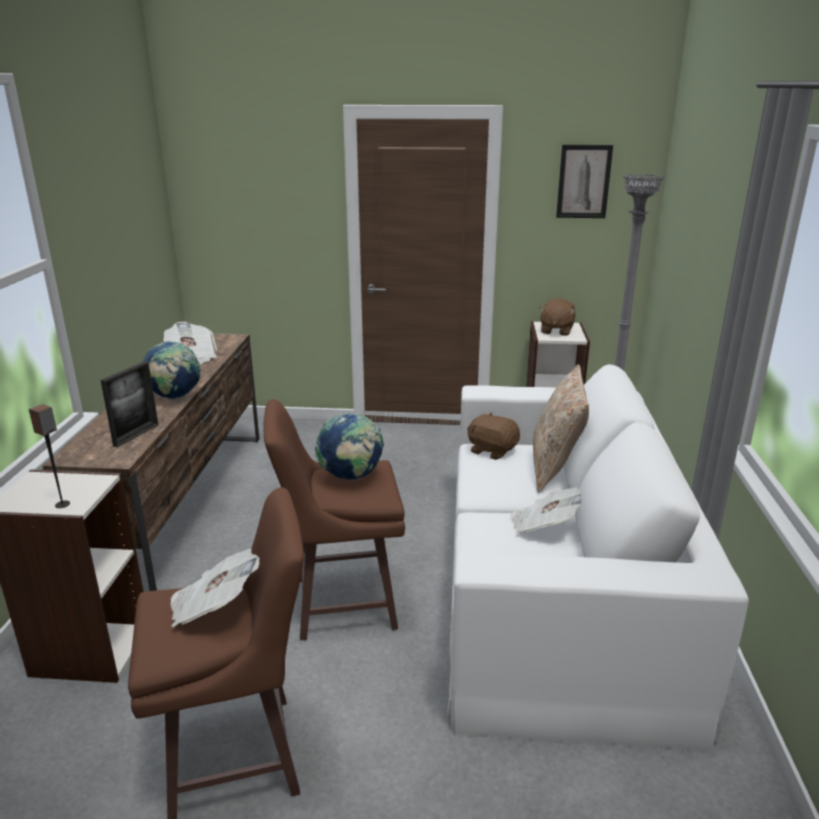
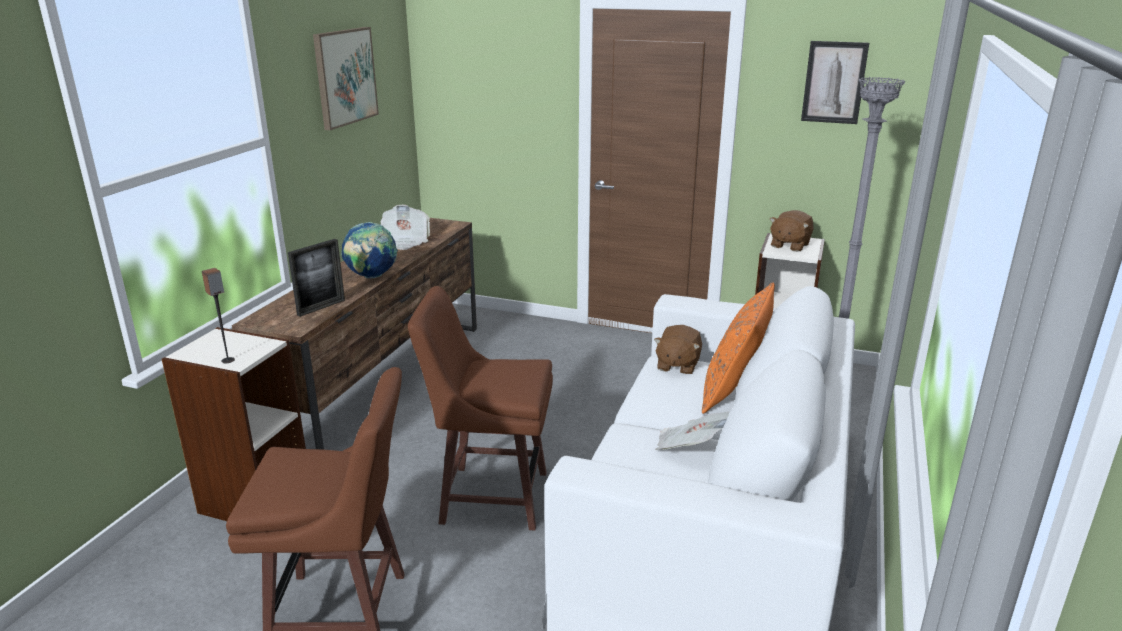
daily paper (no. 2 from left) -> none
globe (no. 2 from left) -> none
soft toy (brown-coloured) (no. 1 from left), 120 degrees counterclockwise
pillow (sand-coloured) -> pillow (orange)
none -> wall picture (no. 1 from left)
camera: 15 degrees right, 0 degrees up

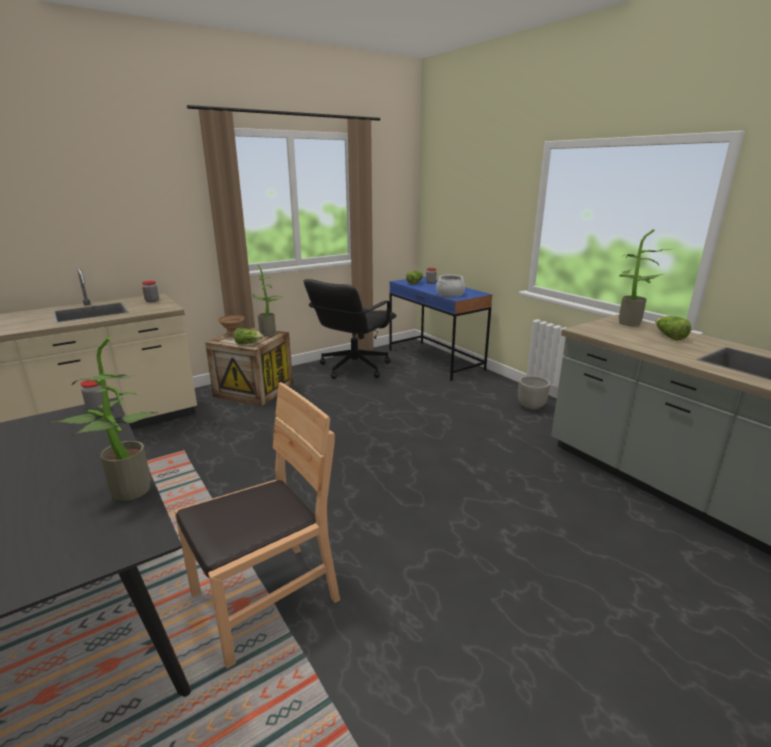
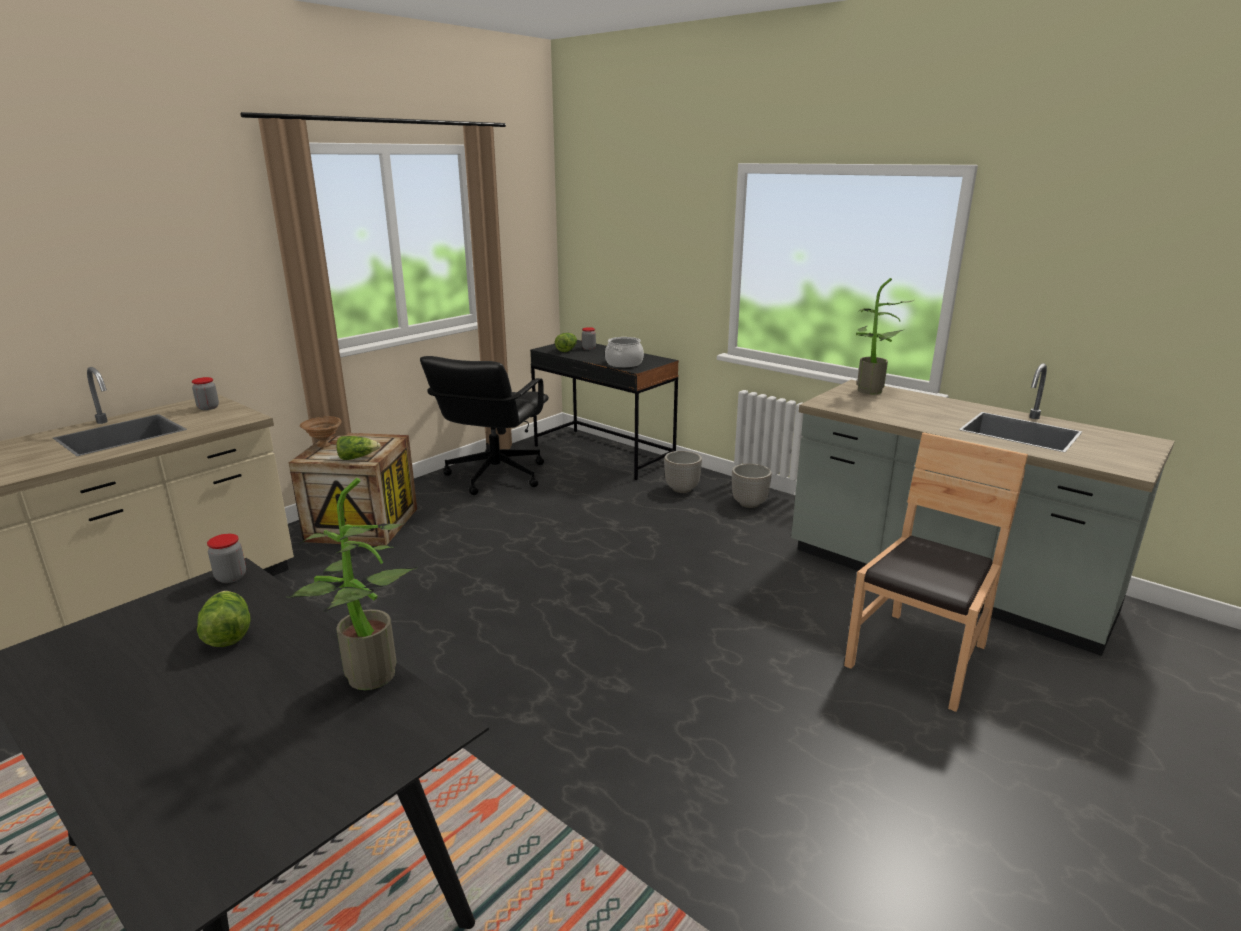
upright chair (brown-coloured), shifted
potted plant (no. 2 from left) -> none
desk unit (blue-coloured) -> desk unit (black)
lettuce head (no. 3 from left in the first image) -> lettuce head (no. 1 from left), shifted
none -> planter (no. 1 from left)
camera: 15 degrees left, 0 degrees up

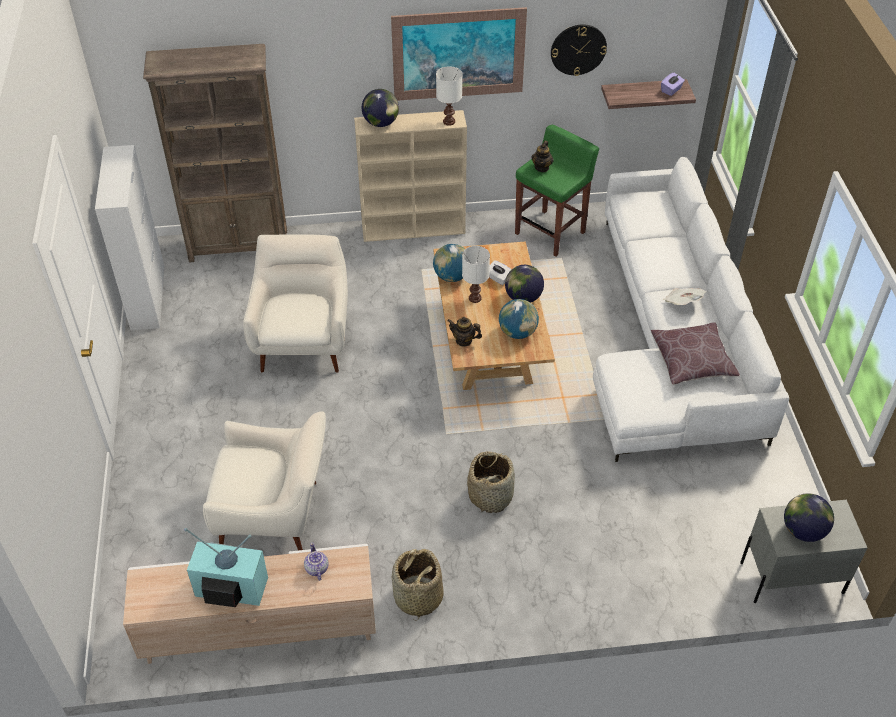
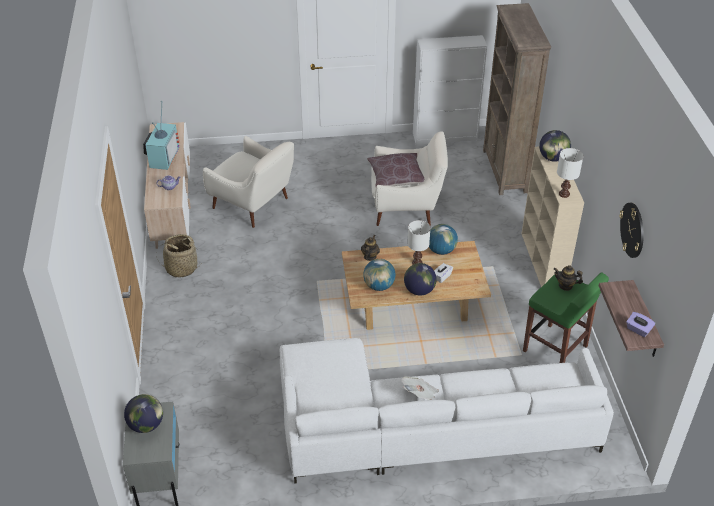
lounge chair (whitish) (no. 1 from left), 60 degrees counterclockwise
wall picture -> none
household basket (no. 2 from left) -> none
pillow (brown-coloured), shifted
camera: 90 degrees right, 5 degrees down

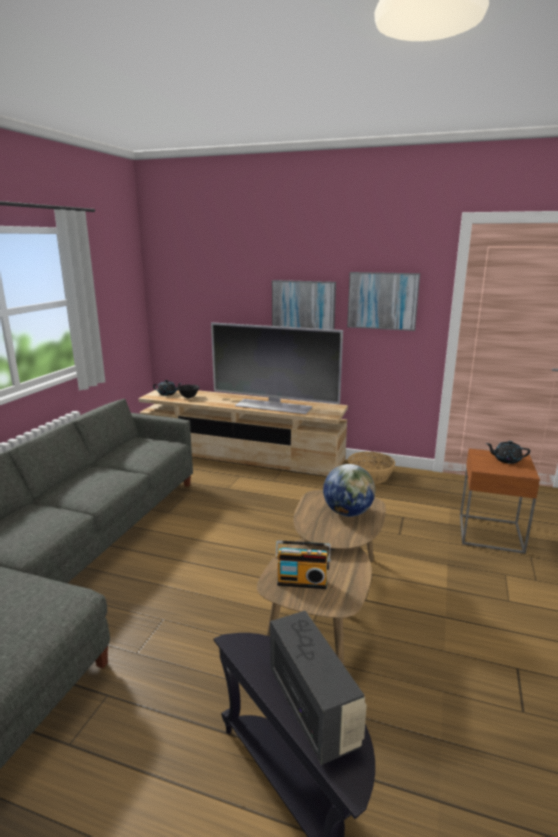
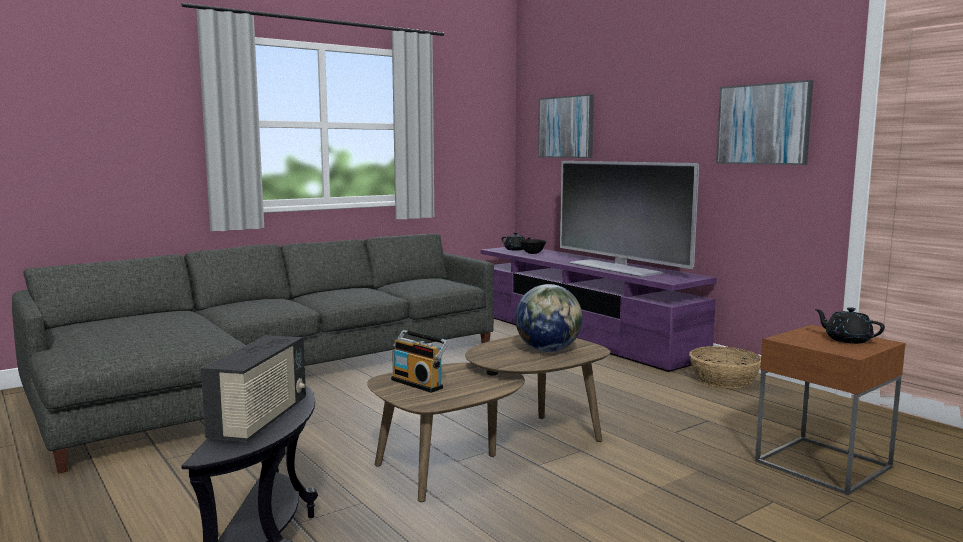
tv unit (sand-coloured) -> tv unit (purple)
wall picture (no. 1 from left), shifted
camera: 35 degrees right, 10 degrees down

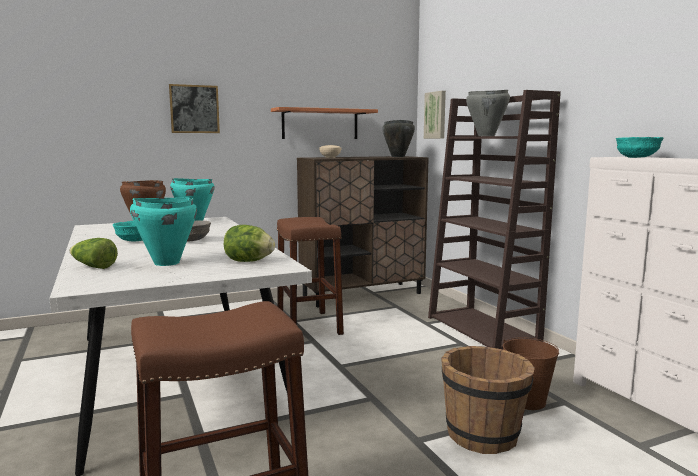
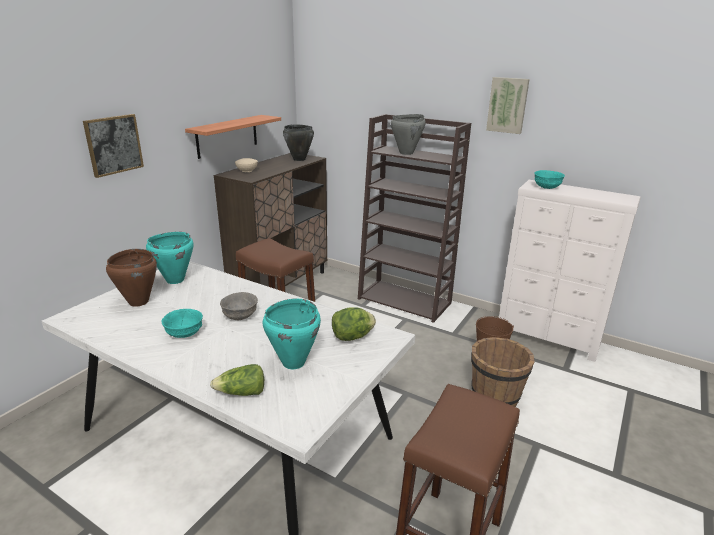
wall picture (no. 2 from left), shifted
camera: 35 degrees left, 15 degrees up

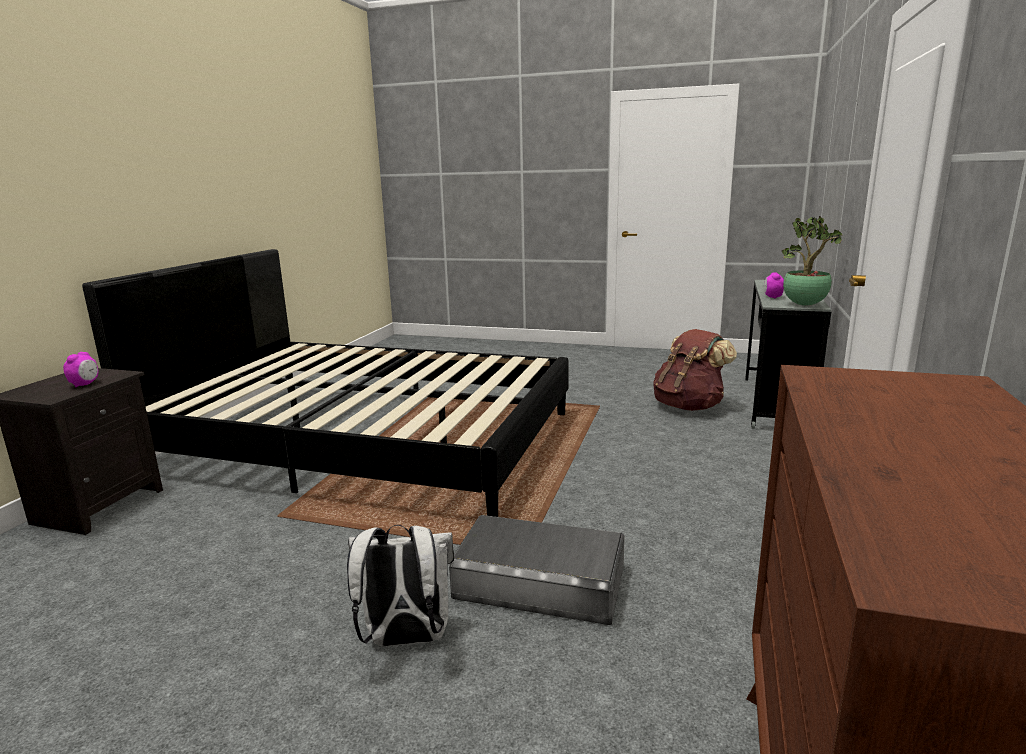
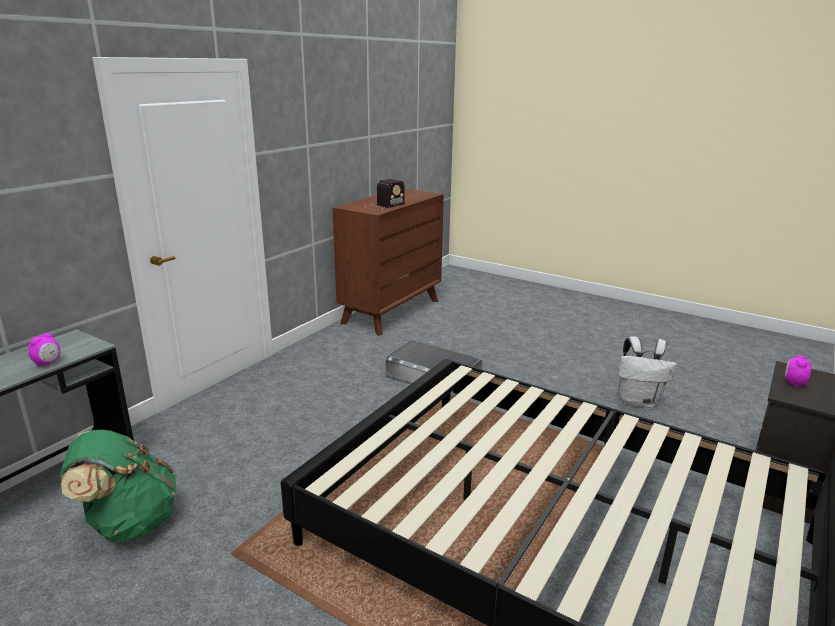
knapsack (whitish), shifted
knapsack (brown-coloured) -> knapsack (green-coloured)
potted plant -> none
none -> radio set
camera: 165 degrees left, 5 degrees up

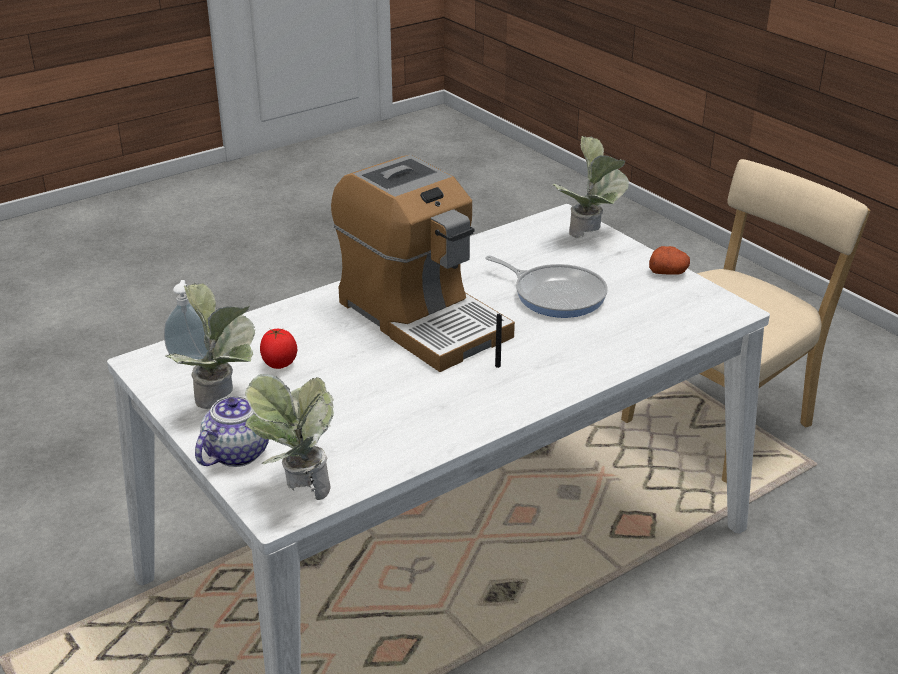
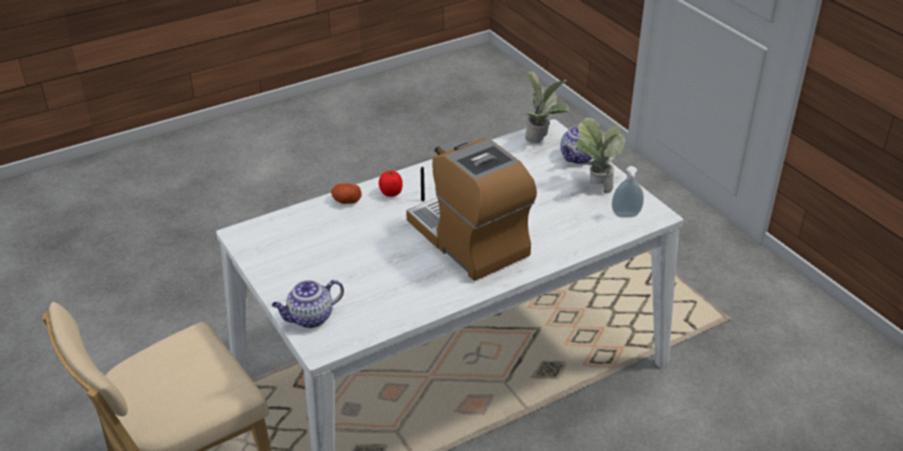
fresh tomato, shifted
pan -> none
potted plant (no. 3 from left) -> tea pot (no. 1 from left)
whole potato, shifted
camera: 175 degrees left, 5 degrees up

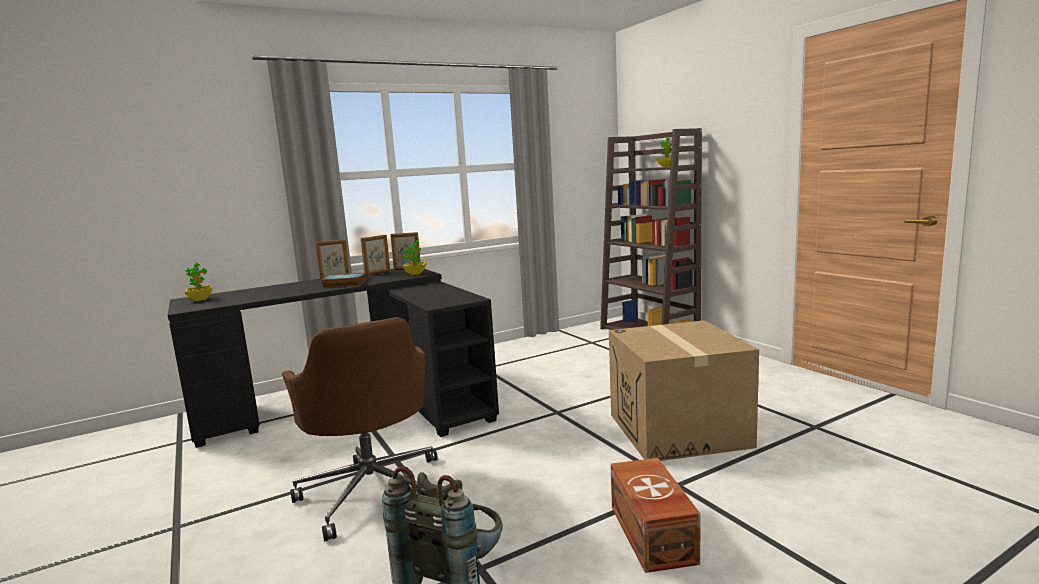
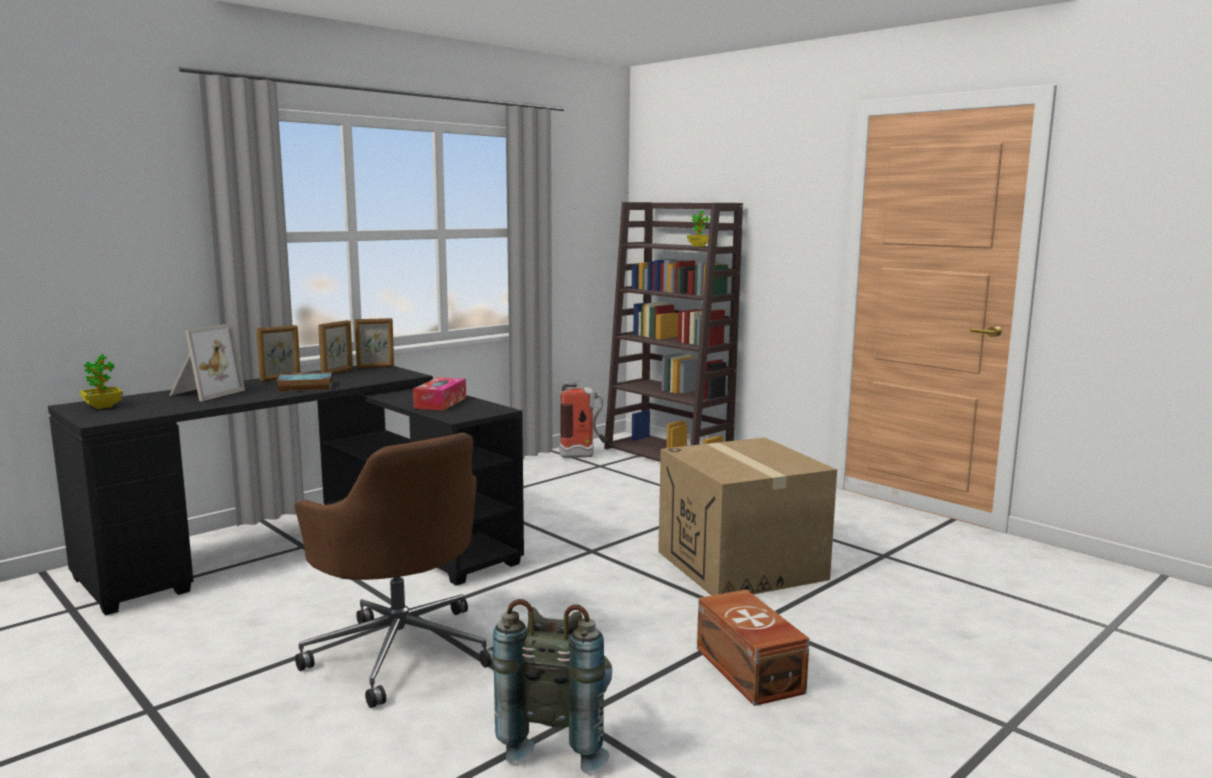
potted plant (no. 2 from left) -> none
none -> standing frame (no. 1 from left)
none -> box of tissues
none -> fire extinguisher
camera: 15 degrees left, 0 degrees up

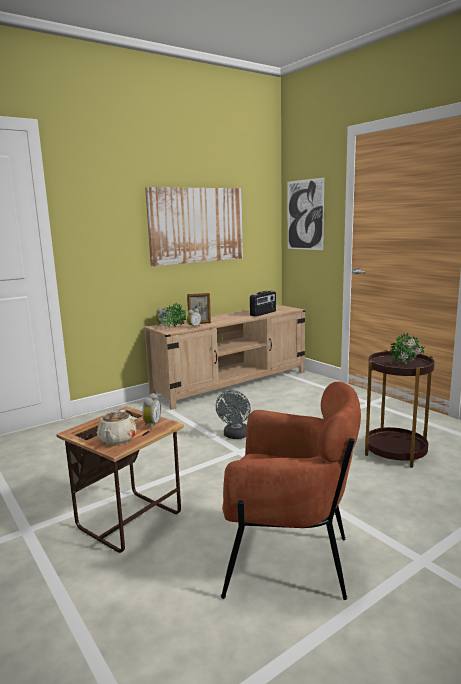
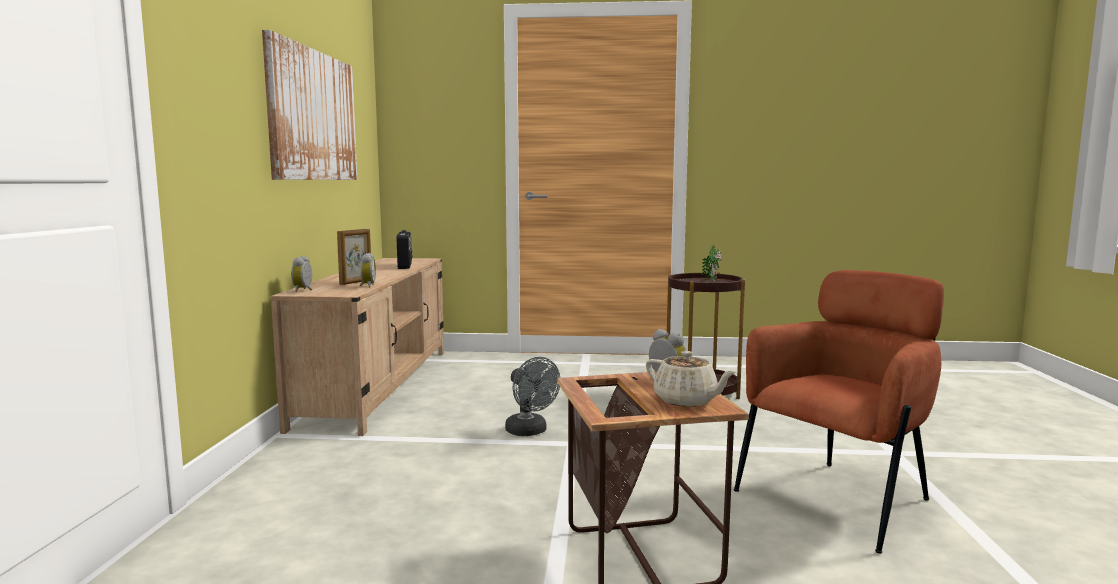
potted plant (no. 1 from left) -> none
wall picture (no. 2 from left) -> none
camera: 50 degrees left, 5 degrees down

